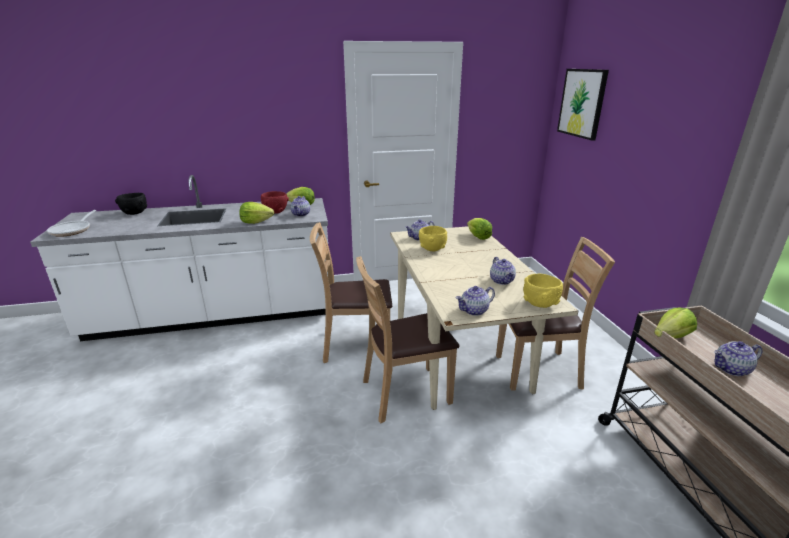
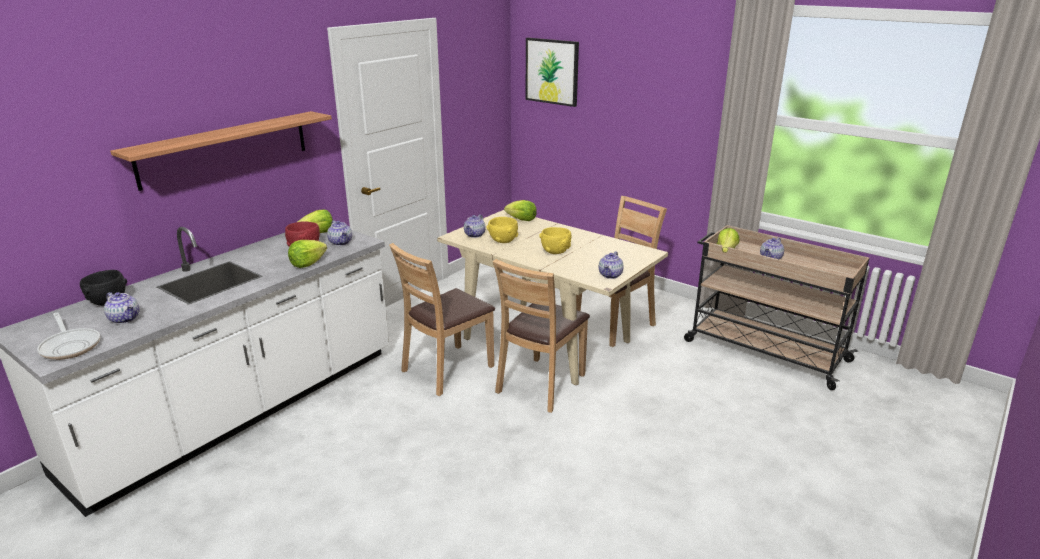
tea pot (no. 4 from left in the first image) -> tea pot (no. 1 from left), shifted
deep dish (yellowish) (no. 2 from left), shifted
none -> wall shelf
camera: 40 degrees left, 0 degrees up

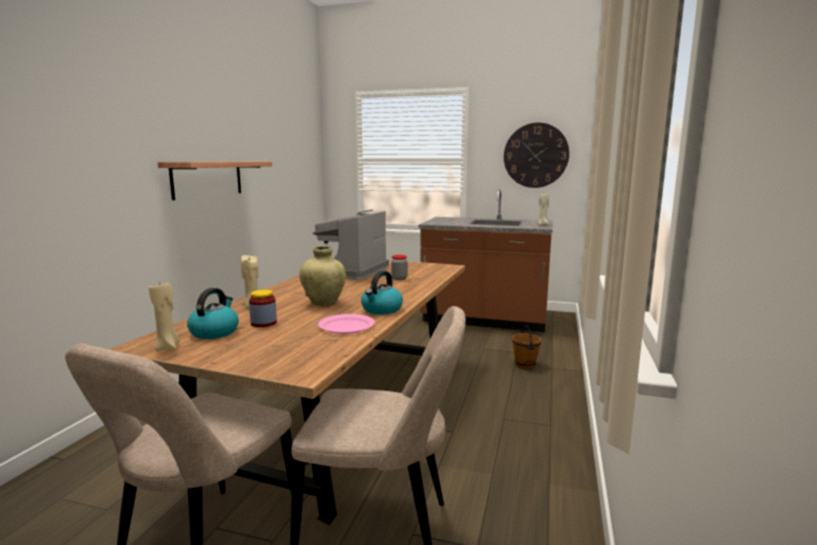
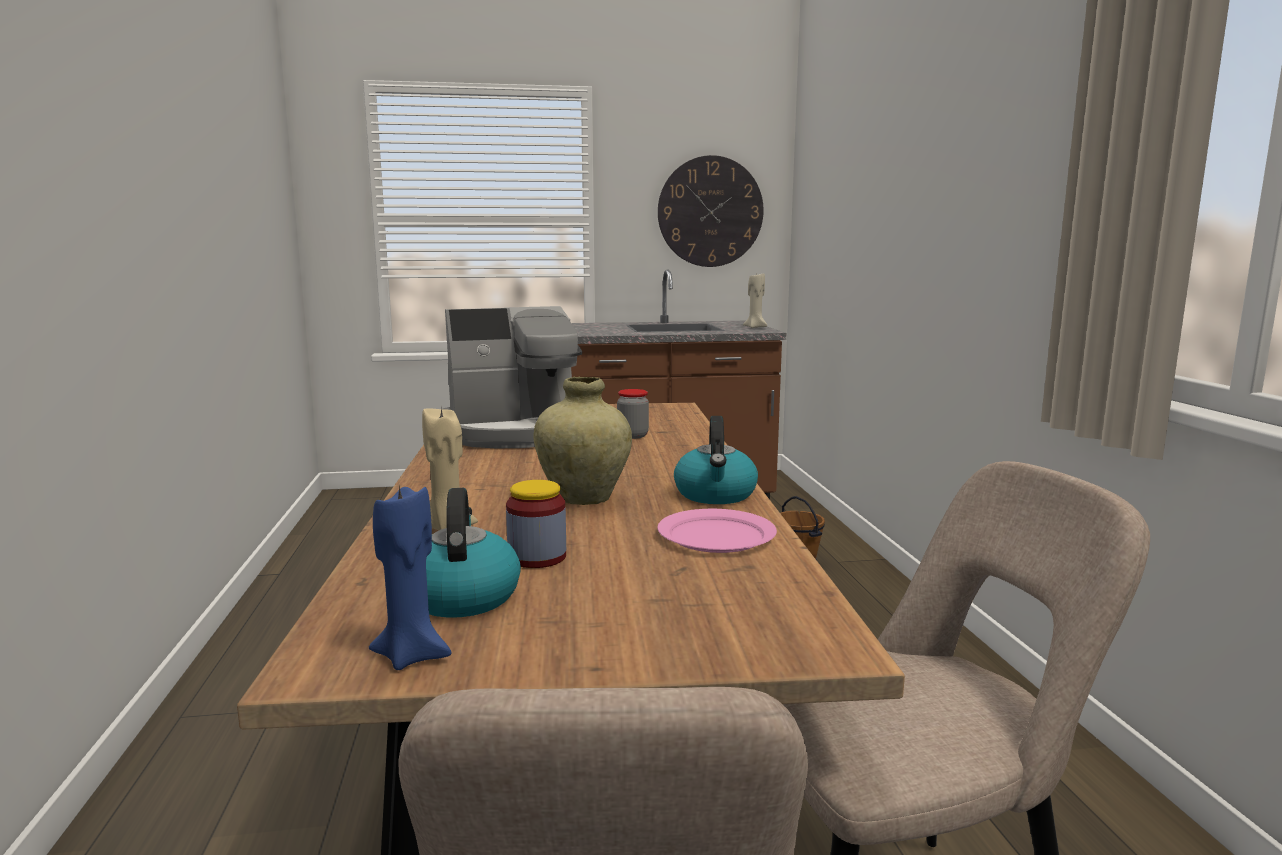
candle (sand-coloured) (no. 1 from left) -> candle (blue-coloured)
wall shelf -> none
coffee machine, 105 degrees counterclockwise
camera: 25 degrees left, 0 degrees up

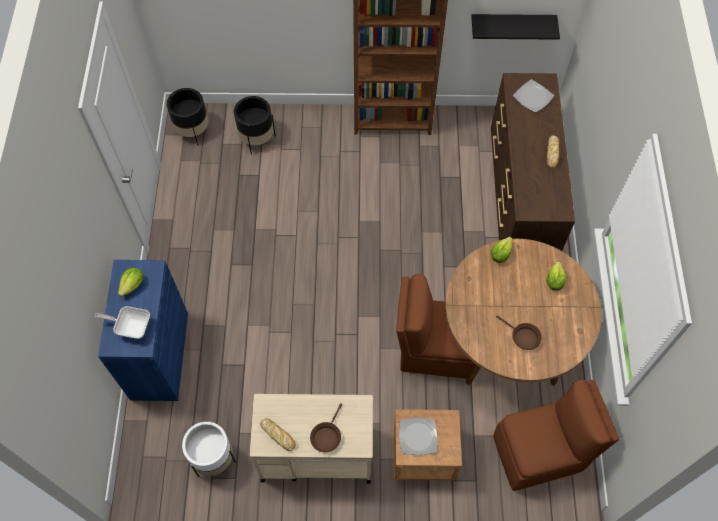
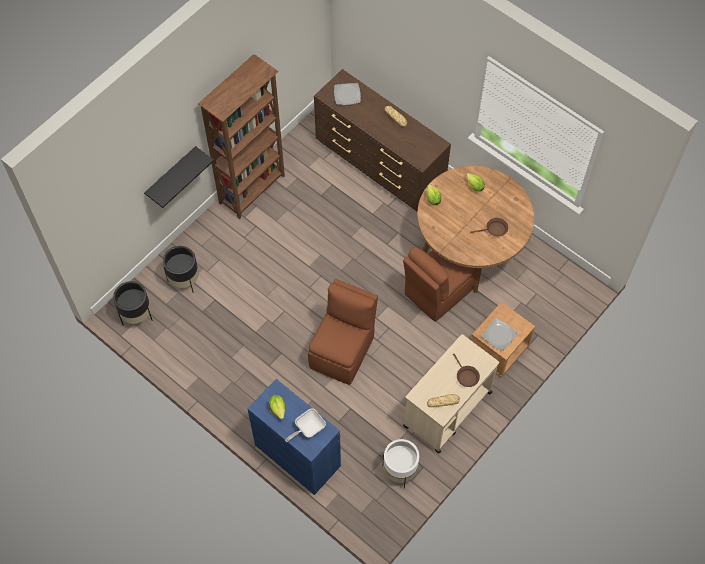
wall shelf (black), shifted
upright chair (brown-coloured) (no. 2 from left in the first image) -> upright chair (brown-coloured) (no. 1 from left), shifted
camera: 50 degrees left, 0 degrees up

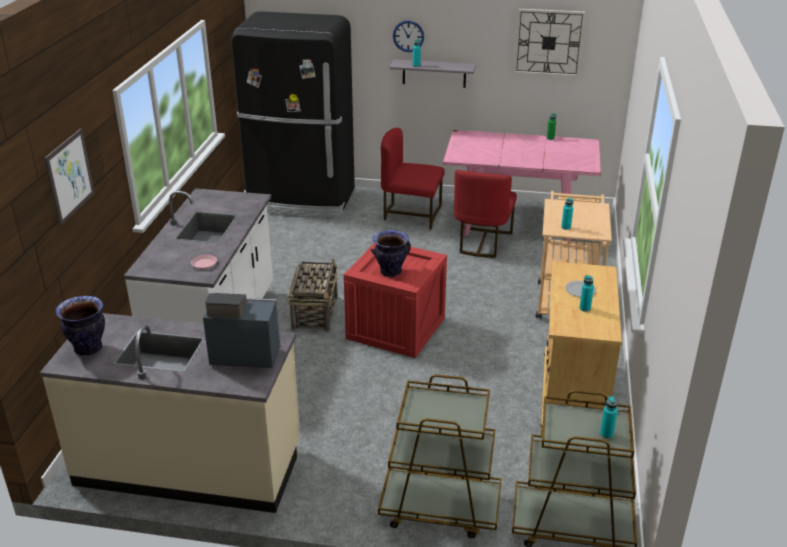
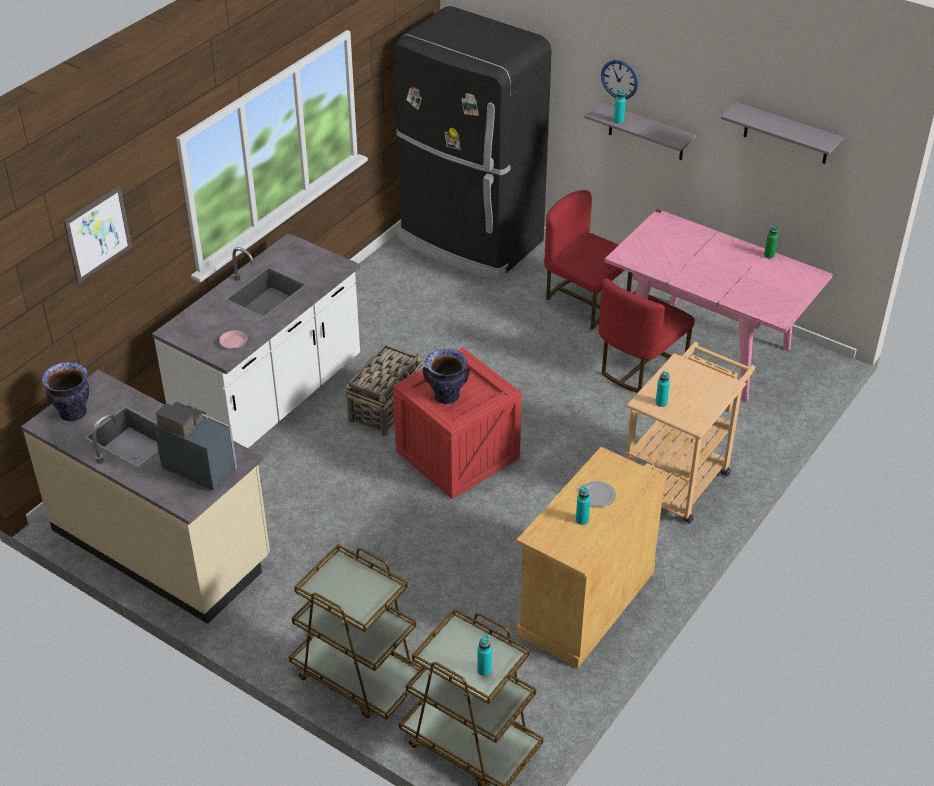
clock on the wall (no. 2 from left) -> wall shelf (gray) (no. 2 from left)
camera: 25 degrees right, 10 degrees up

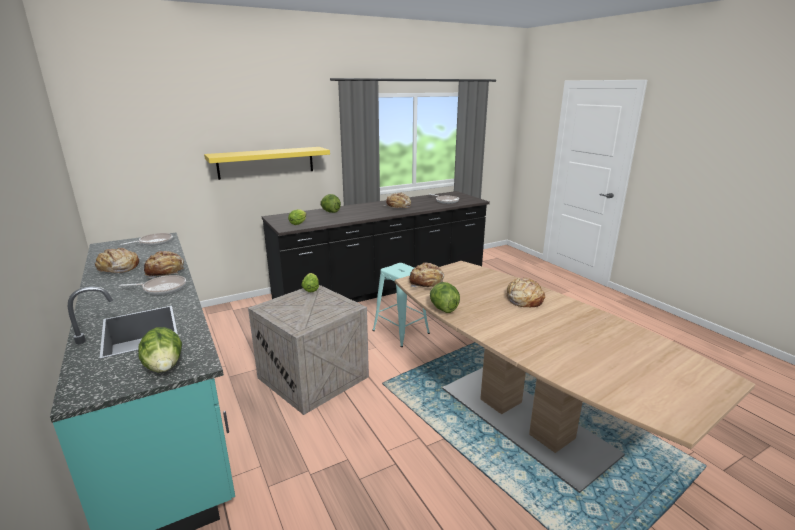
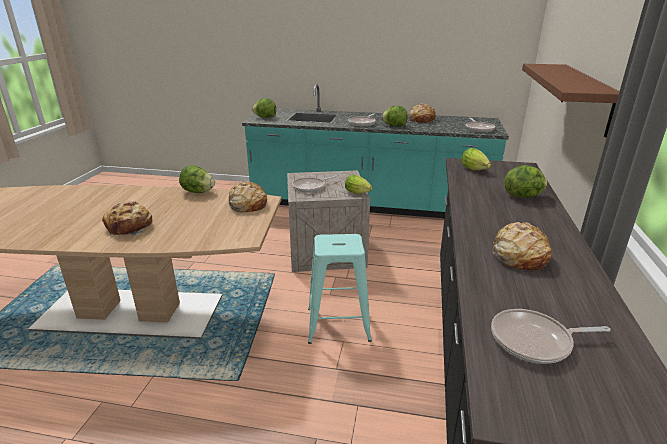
bread (no. 2 from left) -> lettuce head (no. 4 from left)
wall shelf (yellowish) -> wall shelf (brown-coloured)
none -> pan (no. 1 from left)
camera: 130 degrees right, 5 degrees up

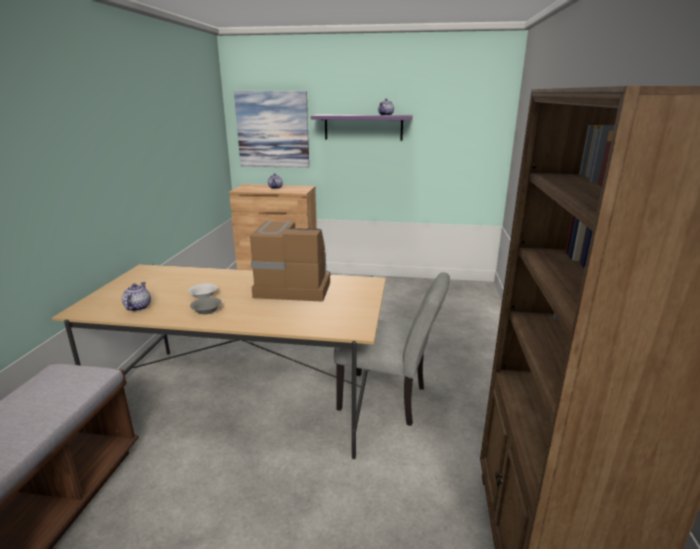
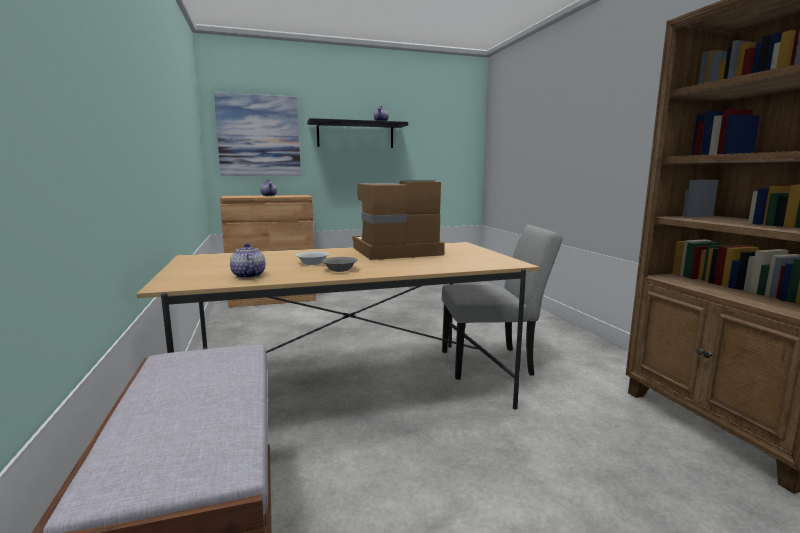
wall shelf (purple) -> wall shelf (black)
camera: 25 degrees left, 10 degrees down

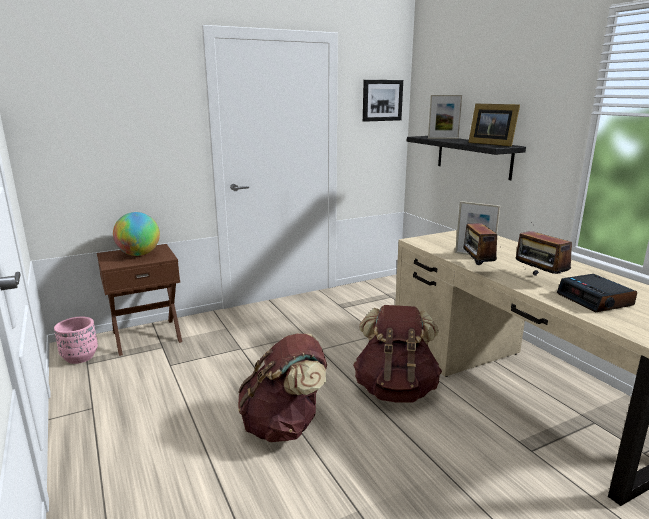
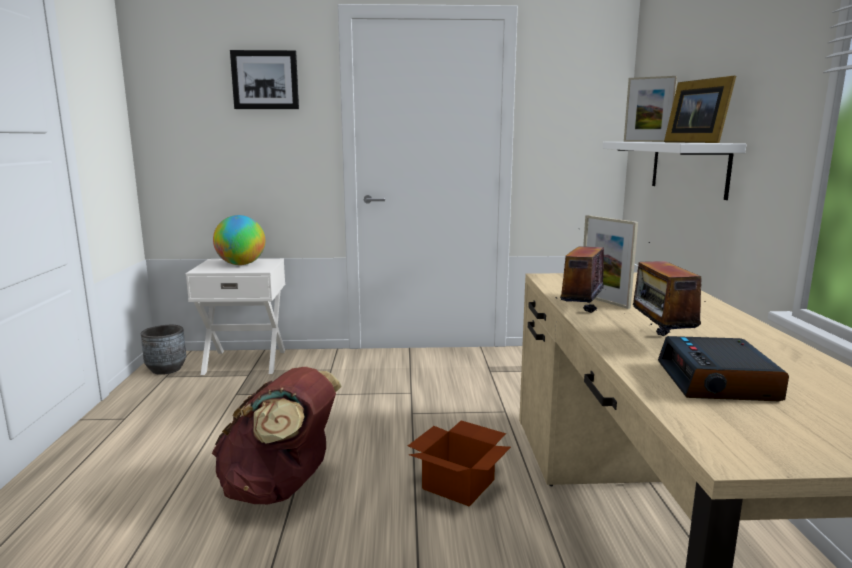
planter (pinkish) -> planter (gray)
bedside table (brown-coloured) -> bedside table (whitish)
knapsack (brown-coloured) (no. 2 from left) -> cardboard box
wall picture, shifted
wall shelf (black) -> wall shelf (whitish)
camera: 25 degrees right, 5 degrees down

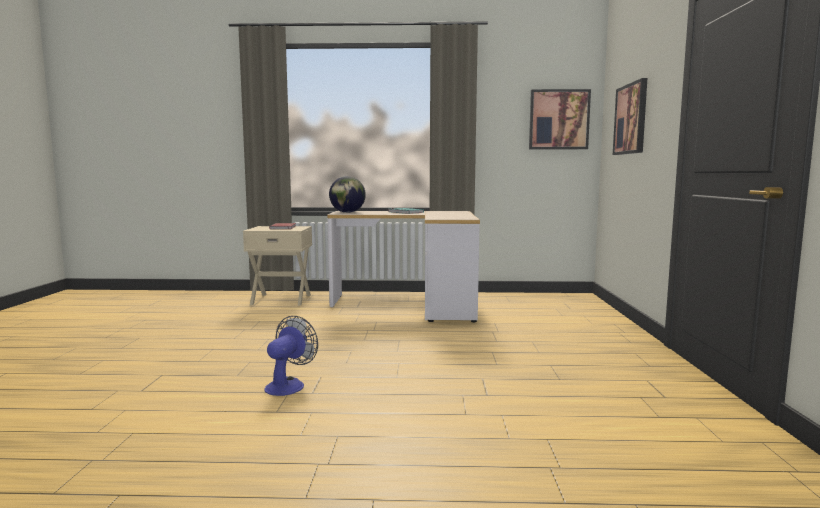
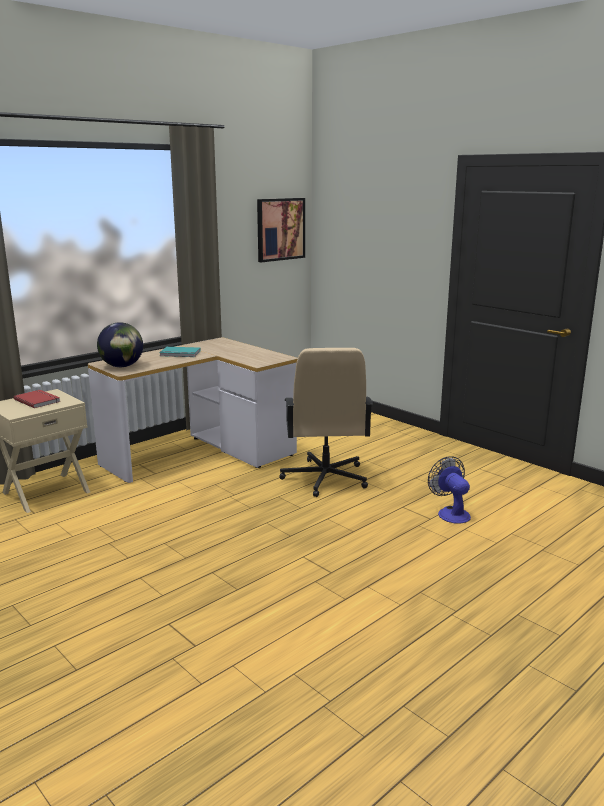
cooling fan, shifted
wall picture (no. 2 from left) -> none
none -> desk chair (sand-coloured)
camera: 45 degrees left, 10 degrees up

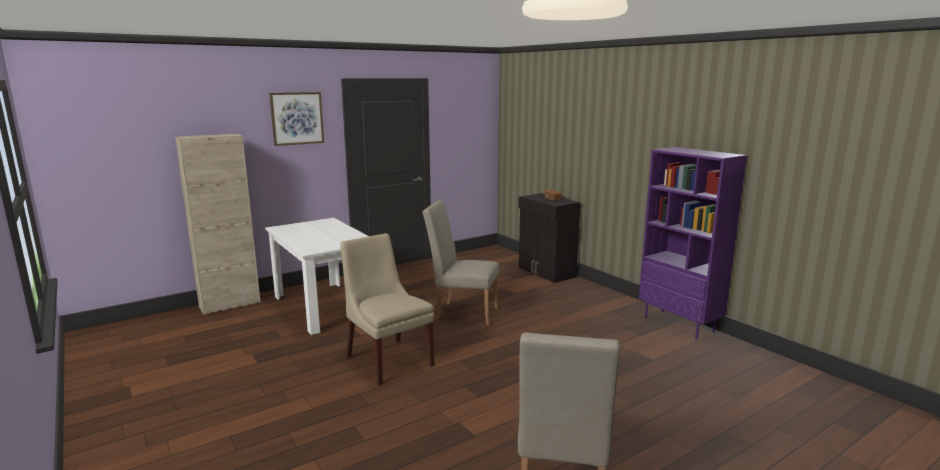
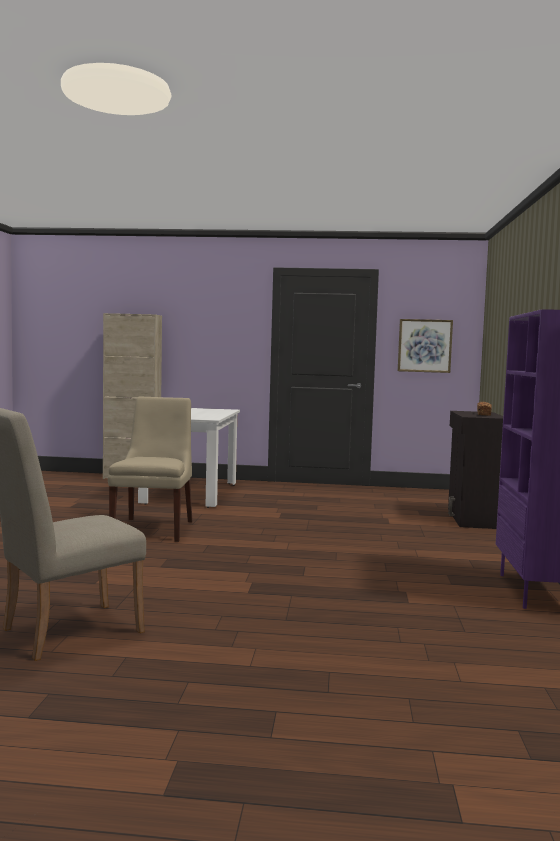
wall picture, shifted
upright chair (sand-coloured) (no. 2 from left) -> none
camera: 40 degrees right, 10 degrees down

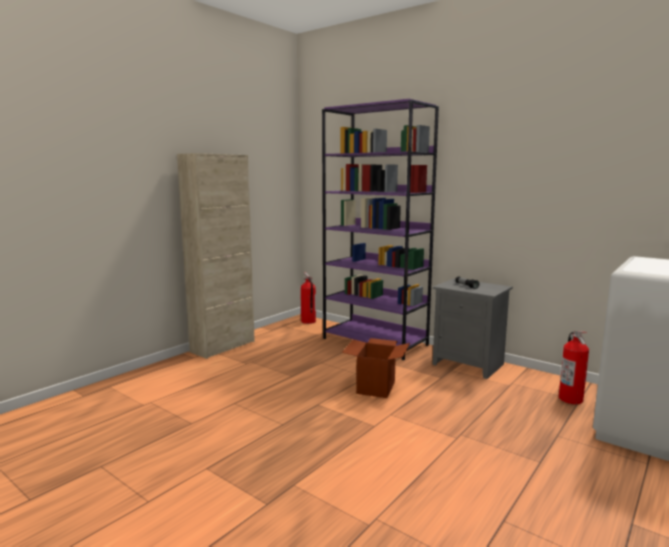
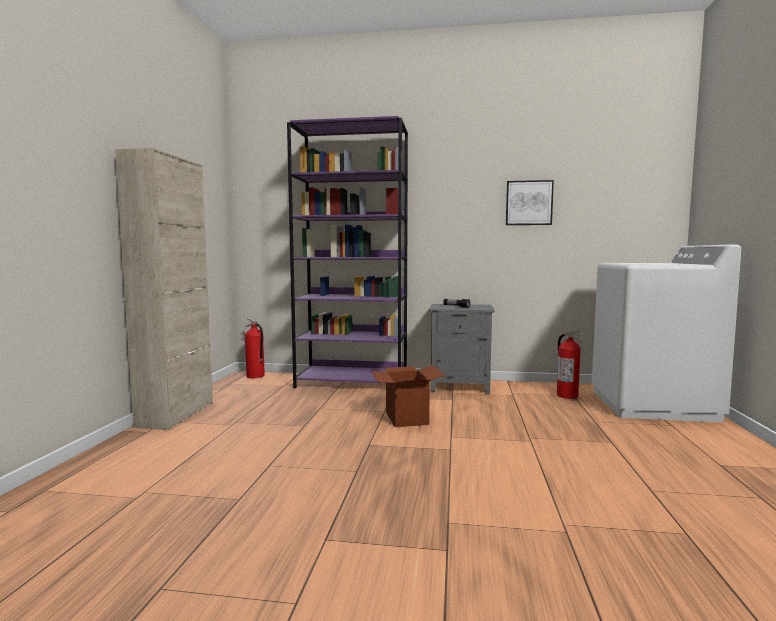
none -> wall picture
camera: 30 degrees left, 5 degrees down

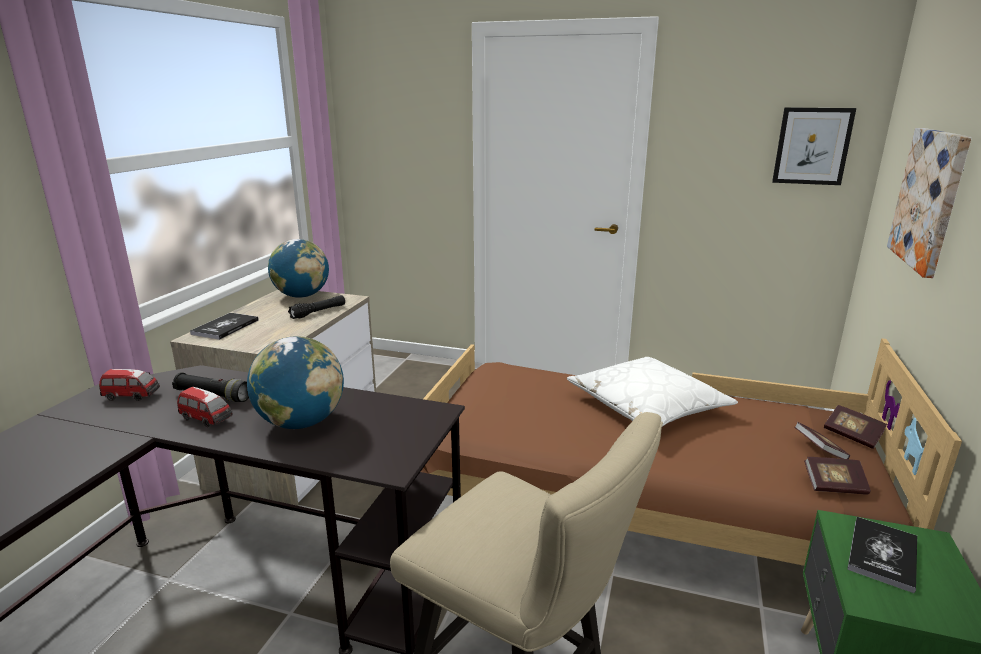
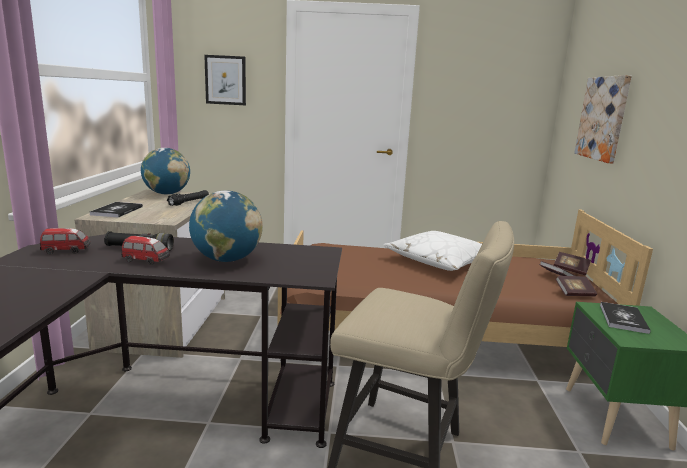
wall picture (no. 1 from left), shifted
camera: 15 degrees left, 5 degrees down

